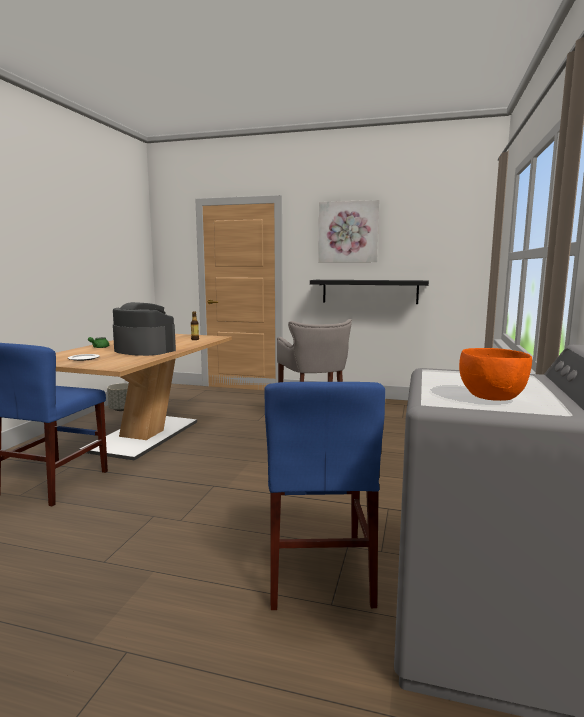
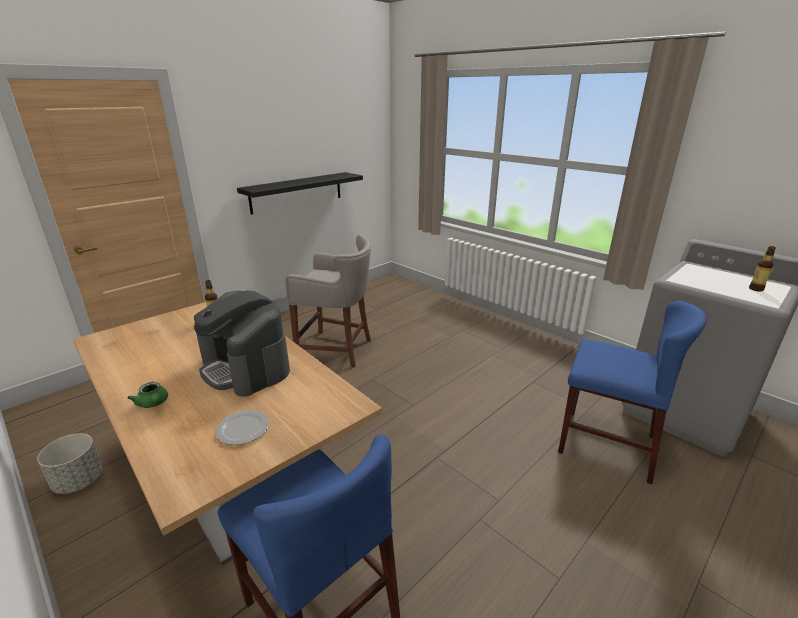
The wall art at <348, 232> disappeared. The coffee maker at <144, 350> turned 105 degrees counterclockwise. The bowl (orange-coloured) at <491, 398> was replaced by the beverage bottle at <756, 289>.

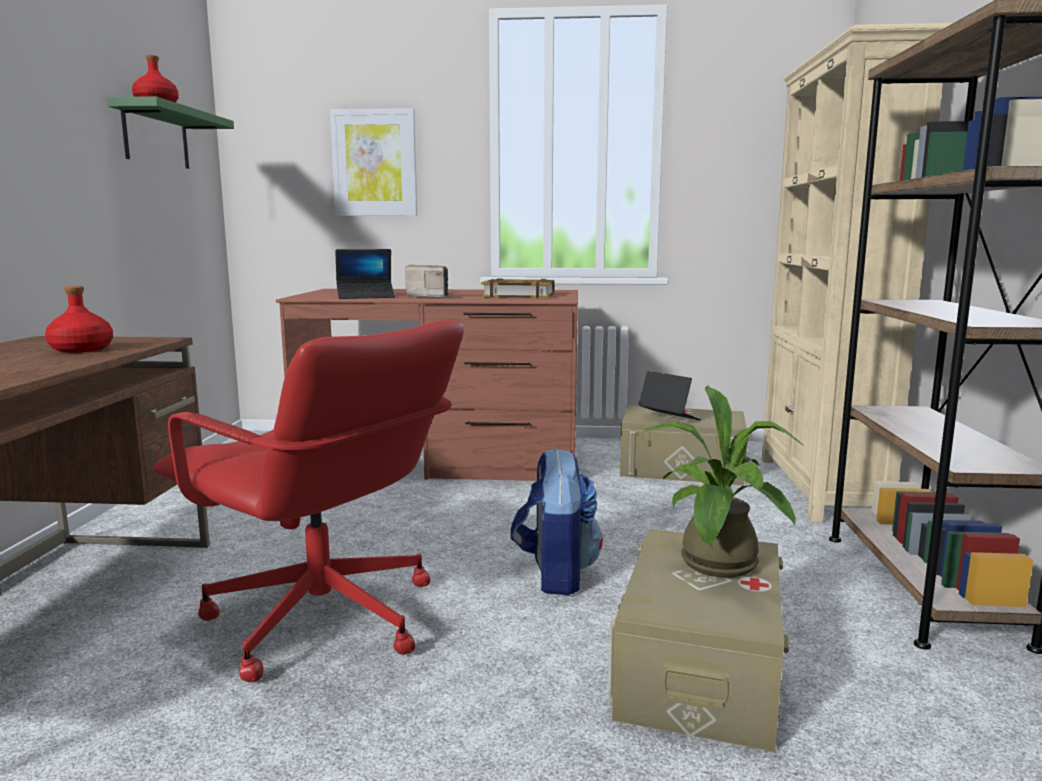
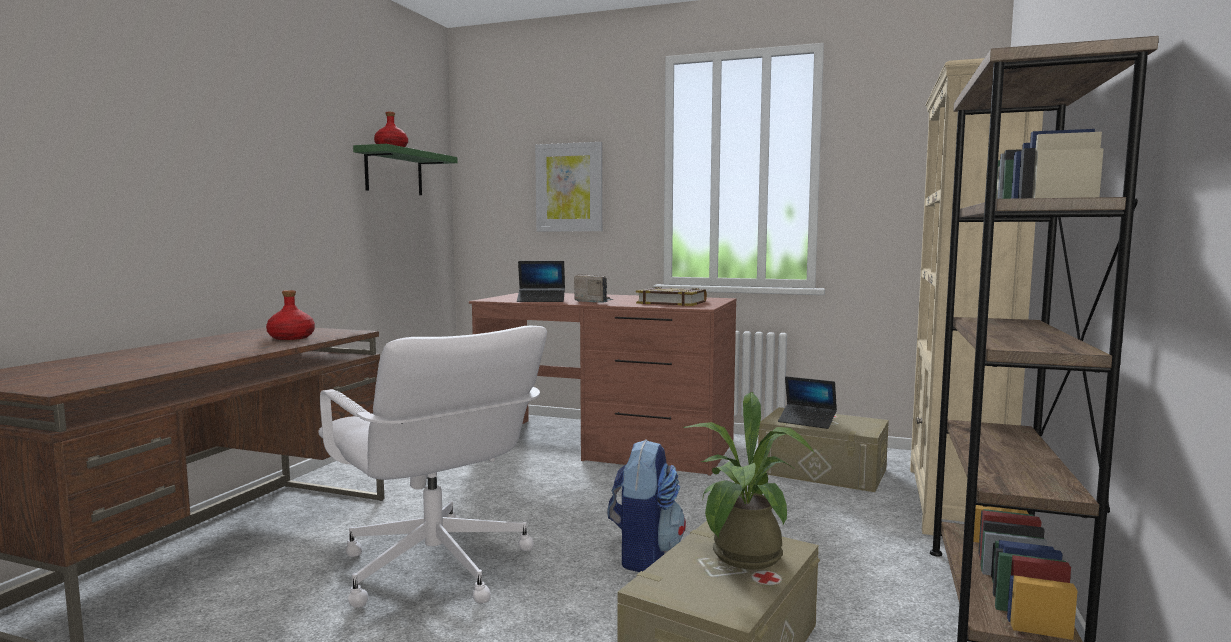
The desk chair (red) at <323, 621> became the desk chair (white) at <435, 568>. The notebook computer at <669, 418> turned 150 degrees clockwise.

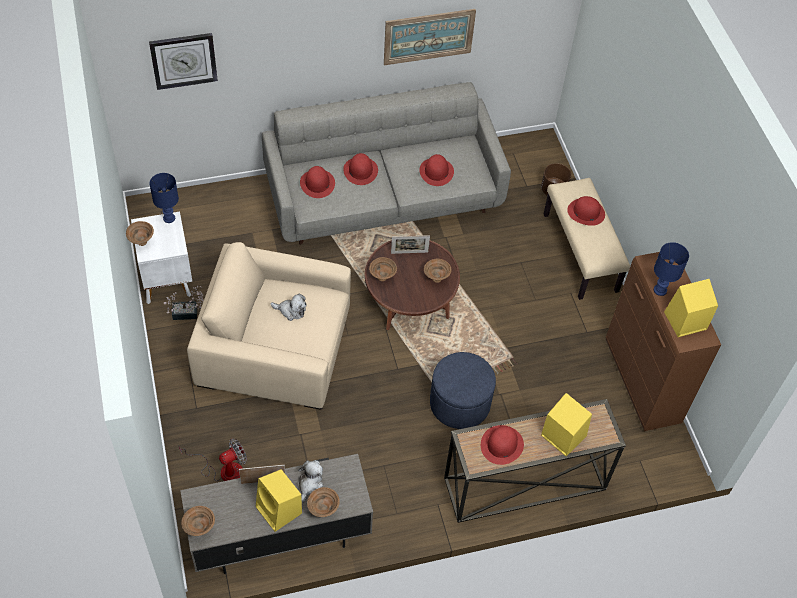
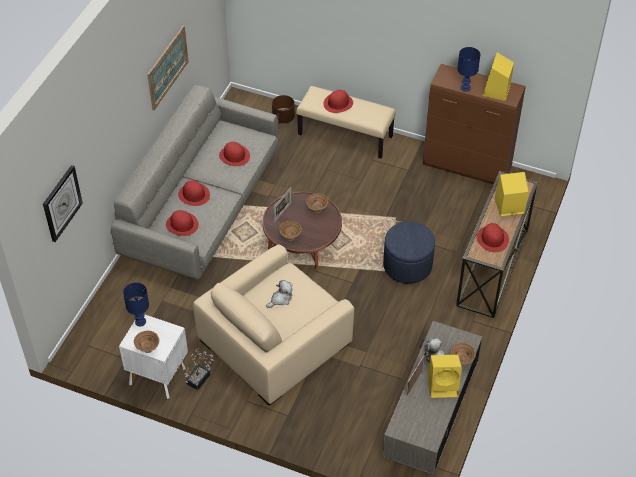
The fan at <223, 470> disappeared. The bowl (brown-coloured) at <199, 529> disappeared.

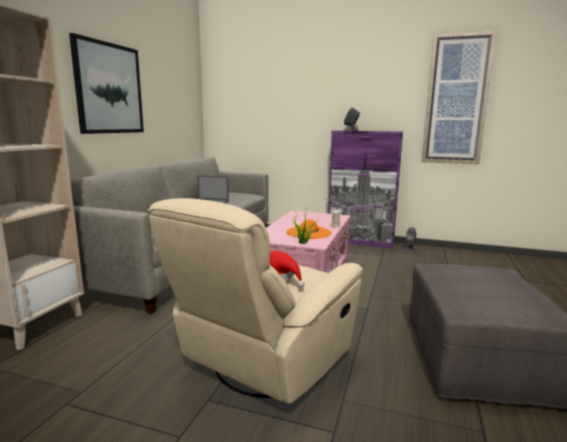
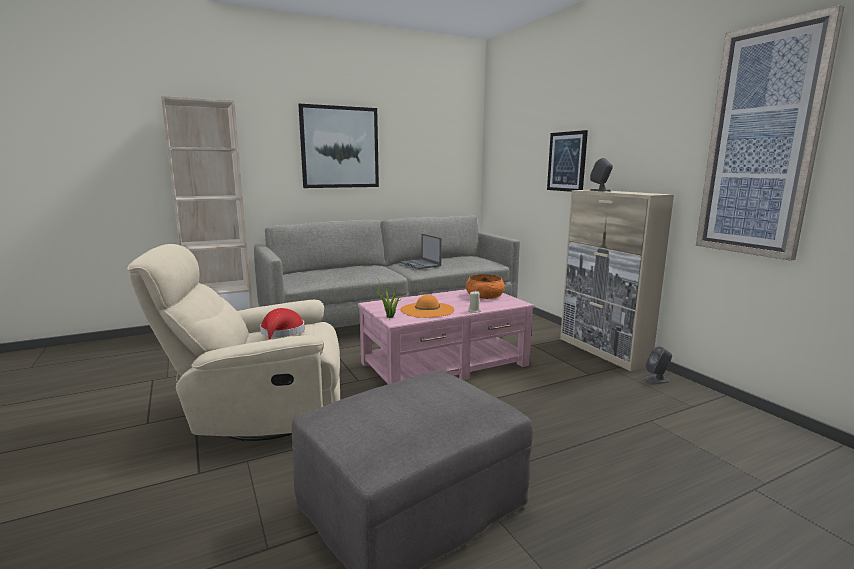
The cupboard (purple-coloured) at <360, 242> became the cupboard (beige) at <603, 351>. The wall art at <567, 161> appeared. The bowl (orange-coloured) at <484, 296> appeared.

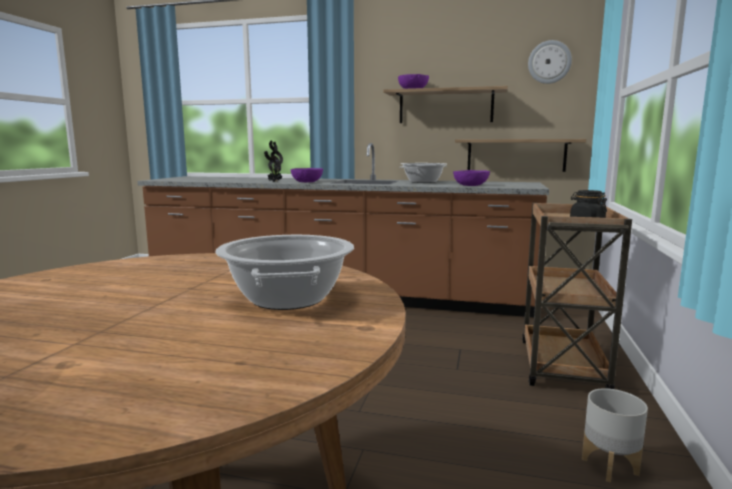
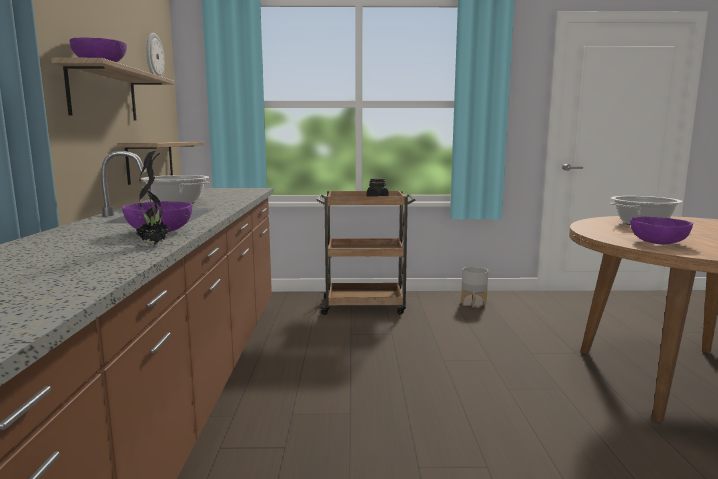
The bowl (purple-coloured) moved from <471, 185> to <658, 242>.

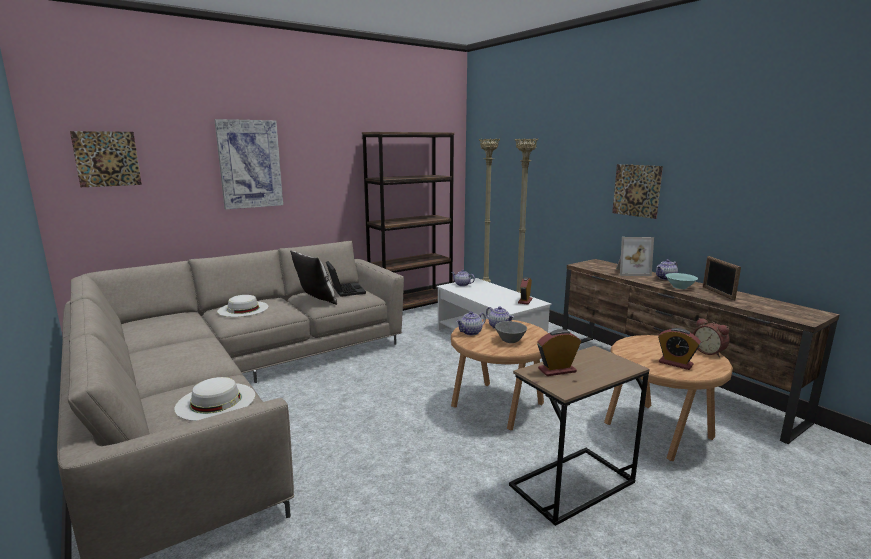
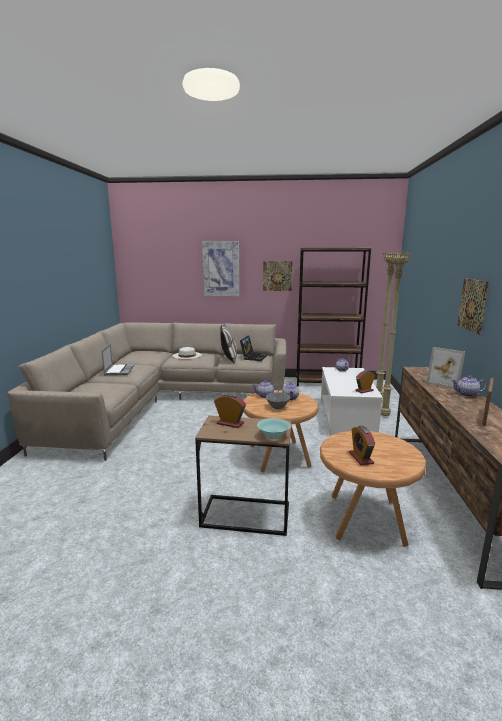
The wall art moved from <107, 159> to <277, 276>. The bowl (blue-green) moved from <680, 287> to <273, 436>. The bedside clock at <709, 352> disappeared. The clothing hat (white) at <216, 401> disappeared. The notebook computer at <119, 370> appeared.

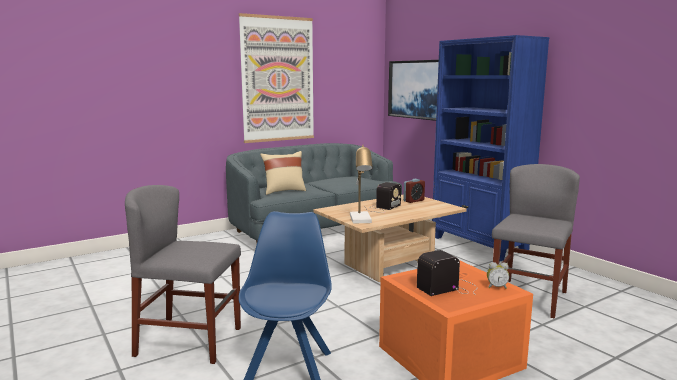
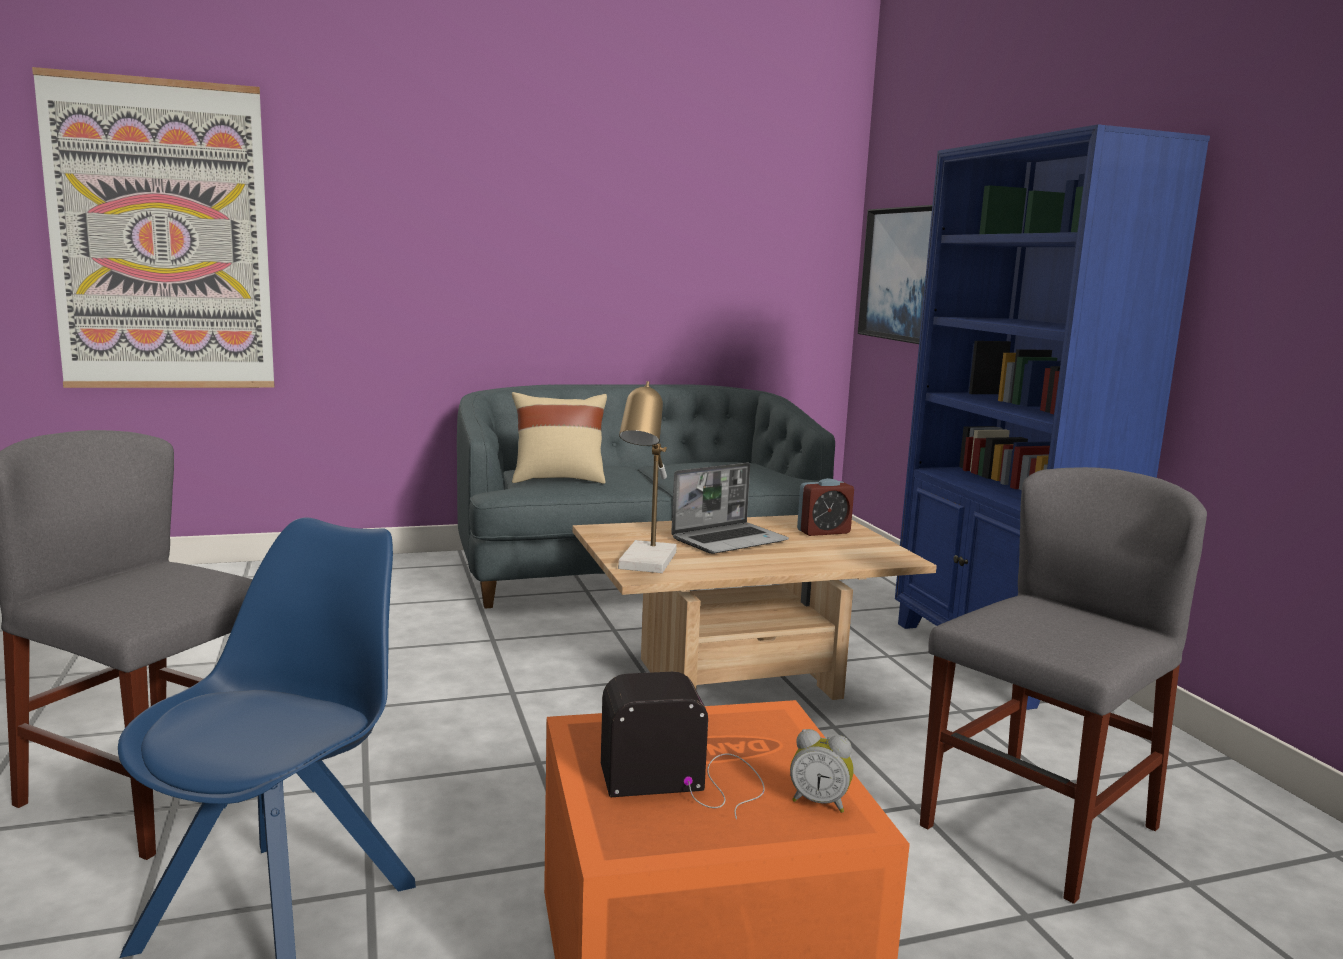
The wall art moved from <278, 79> to <162, 237>. The radio receiver at <382, 208> was replaced by the notebook computer at <730, 540>.

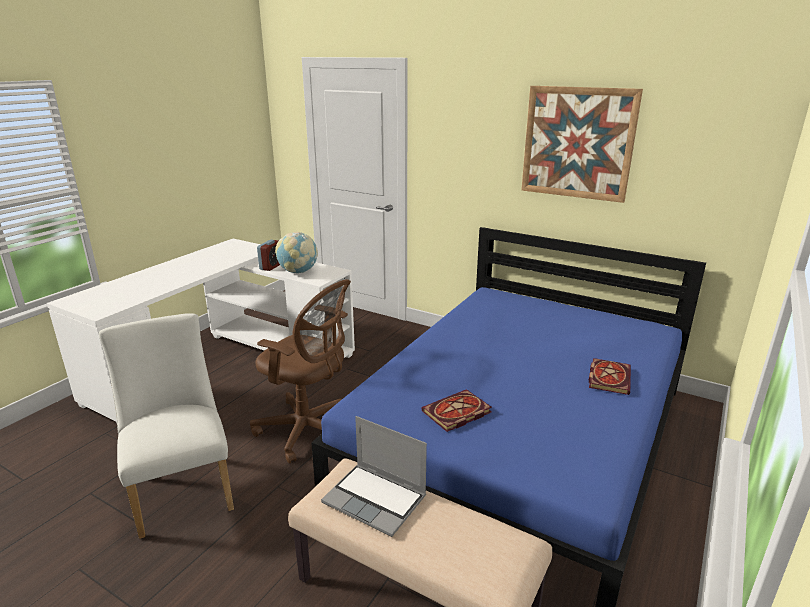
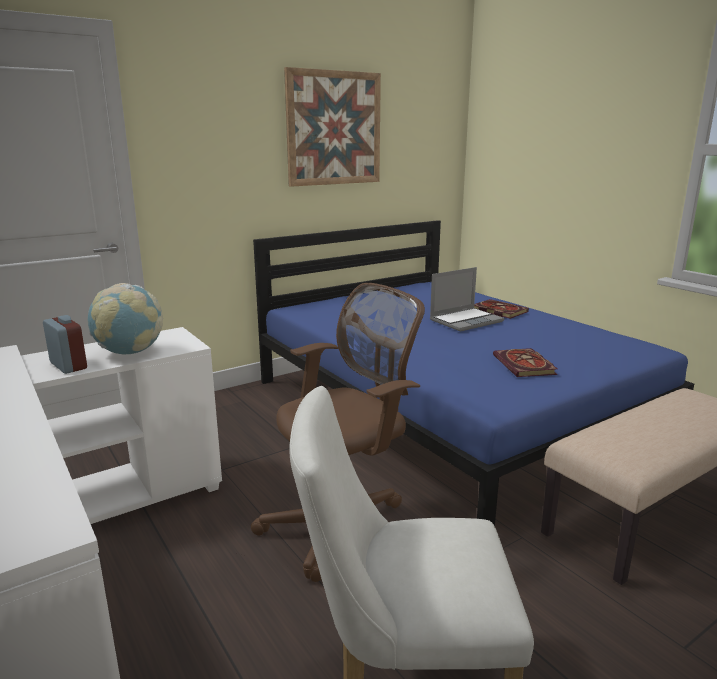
The notebook computer moved from <376, 499> to <466, 320>.

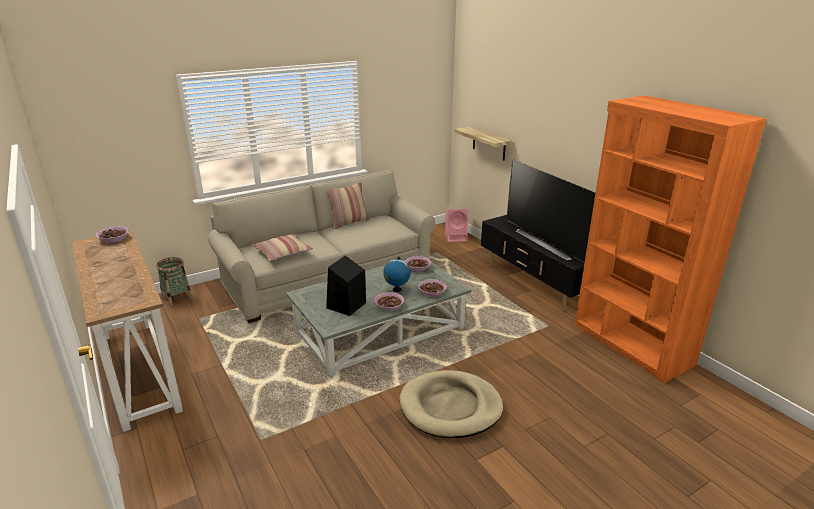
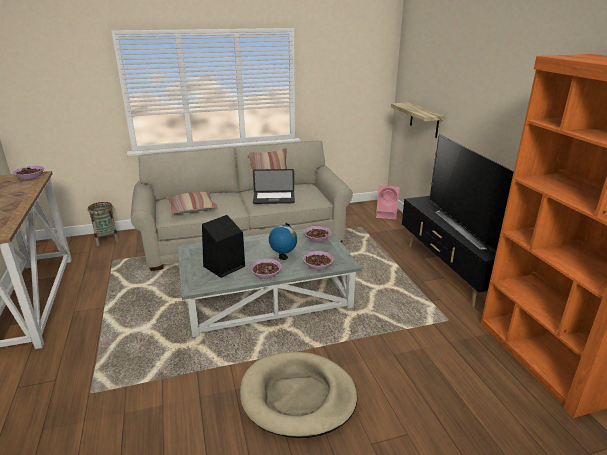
The notebook computer at <274, 199> appeared.

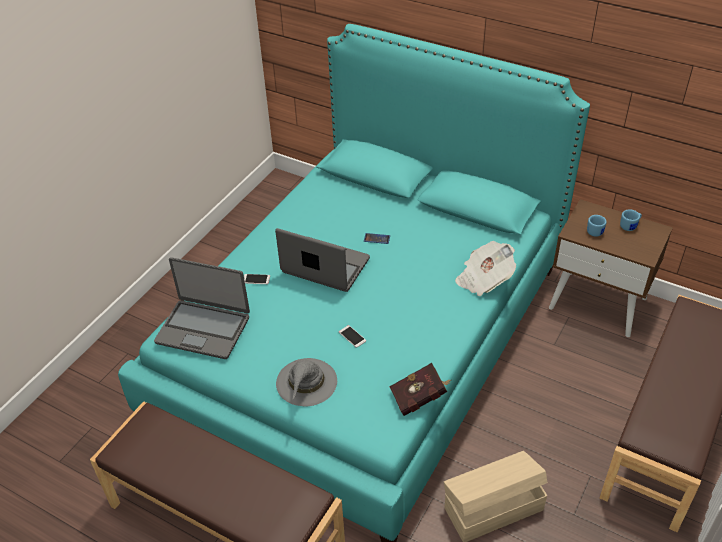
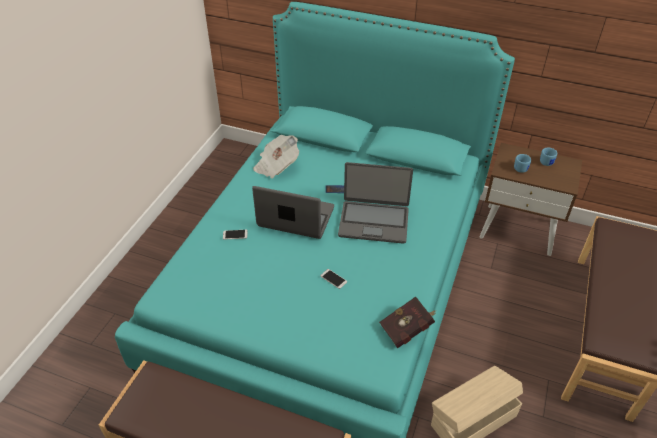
The printed paper moved from <484, 279> to <276, 166>. The notebook computer moved from <203, 329> to <374, 222>. The clothing hat (grey) at <306, 382> disappeared.

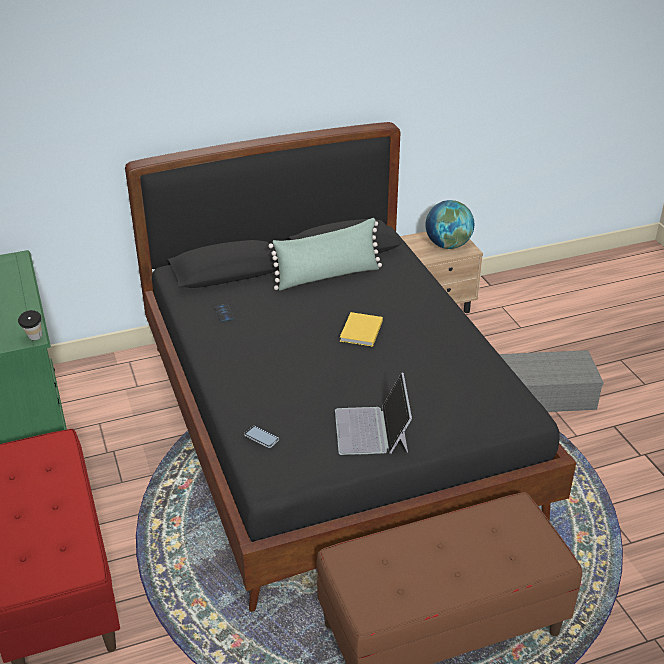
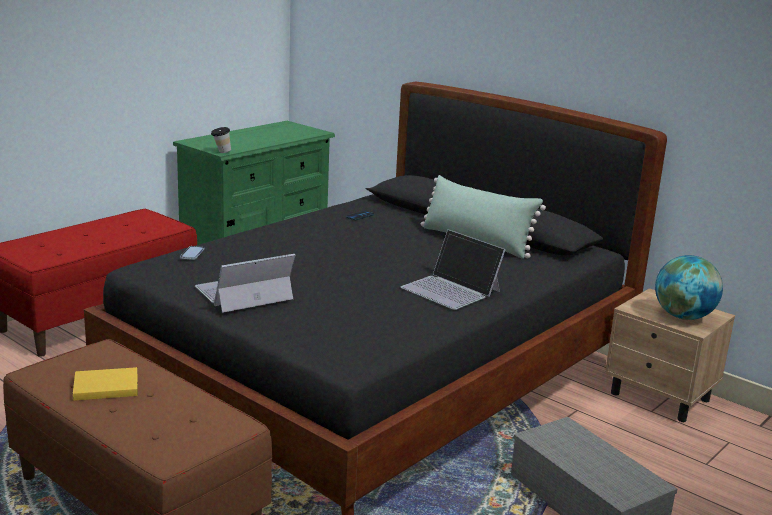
The book (yellowish) moved from <360, 332> to <104, 386>. The notebook computer at <451, 289> appeared.

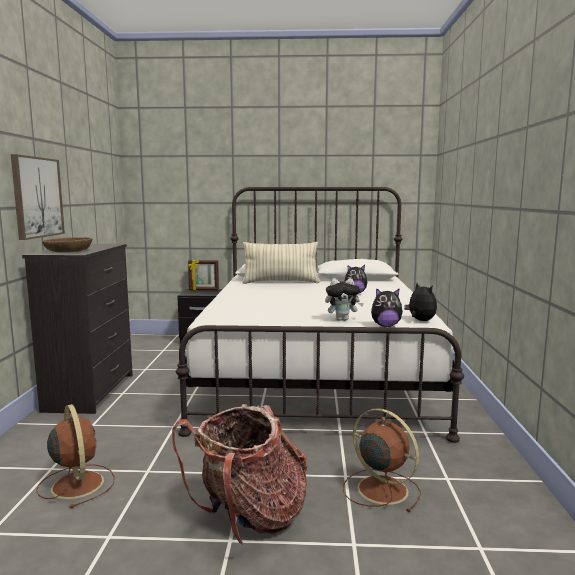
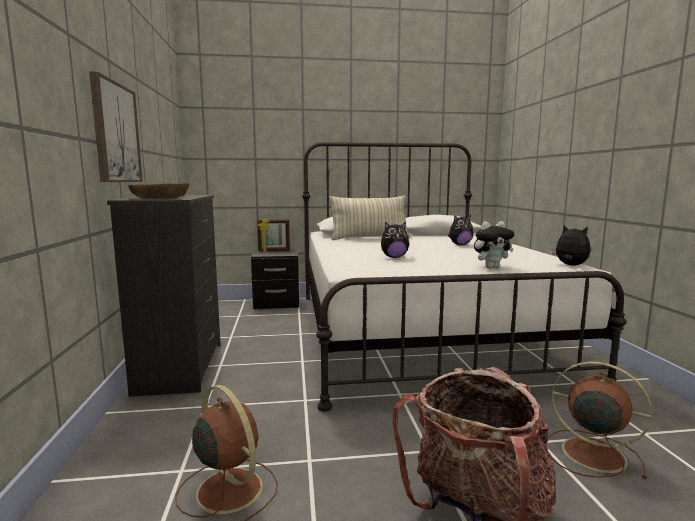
The soft toy moved from <386, 326> to <394, 257>.

